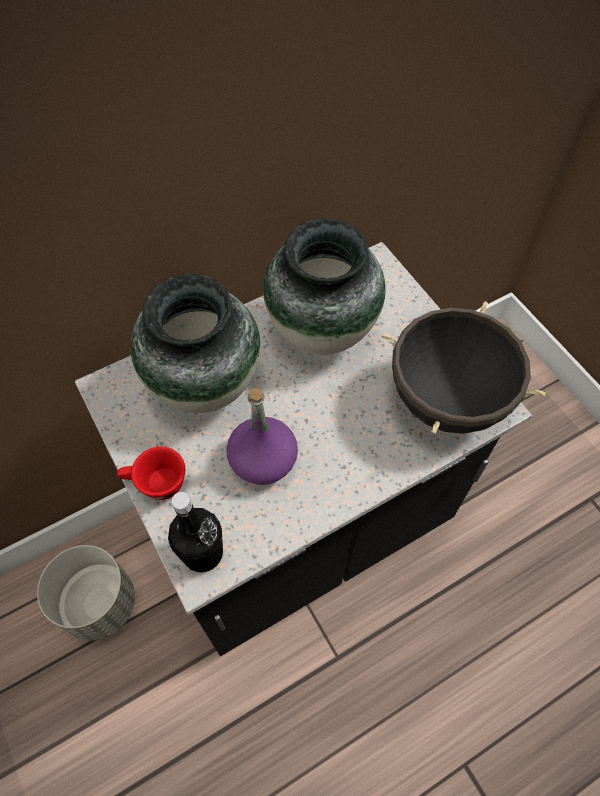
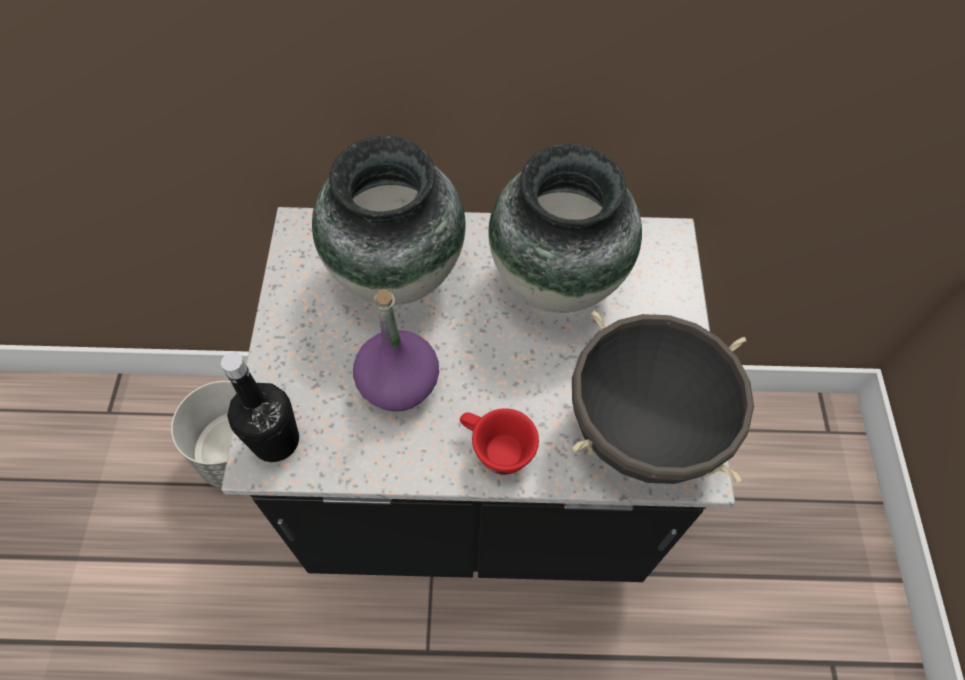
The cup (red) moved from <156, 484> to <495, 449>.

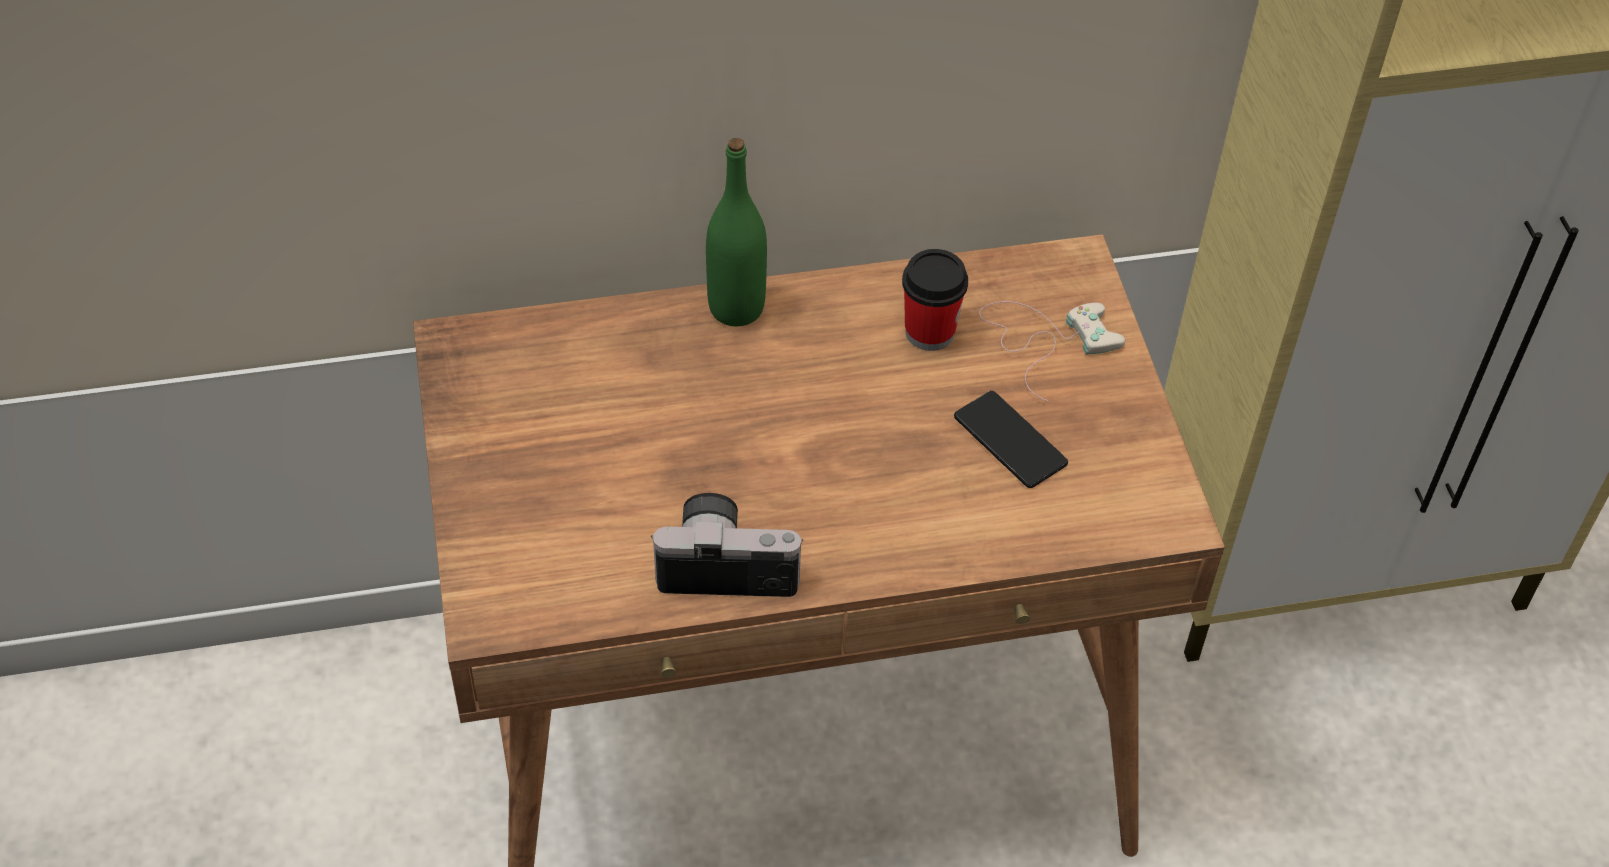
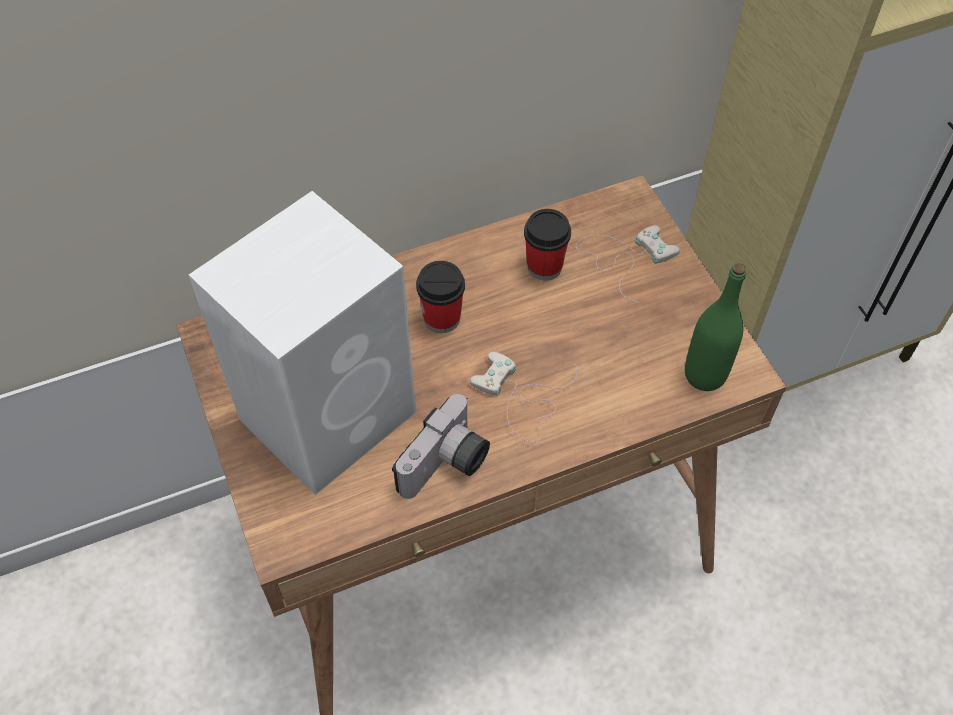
The beverage bottle (greenish) moved from <736, 308> to <705, 375>. The phone at <1010, 440> disappeared. The photo camera at <728, 562> turned 135 degrees clockwise. The speaker (white) at <331, 413> appeared. The cup at <442, 318> appeared. The gamepad (white) at <522, 398> appeared.

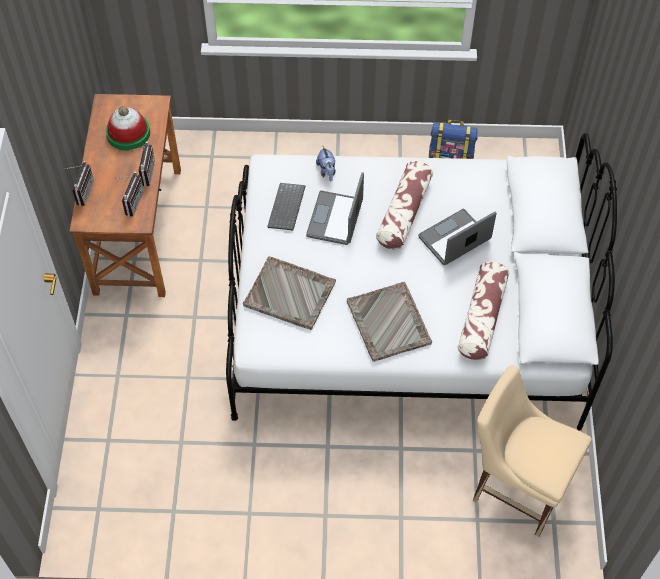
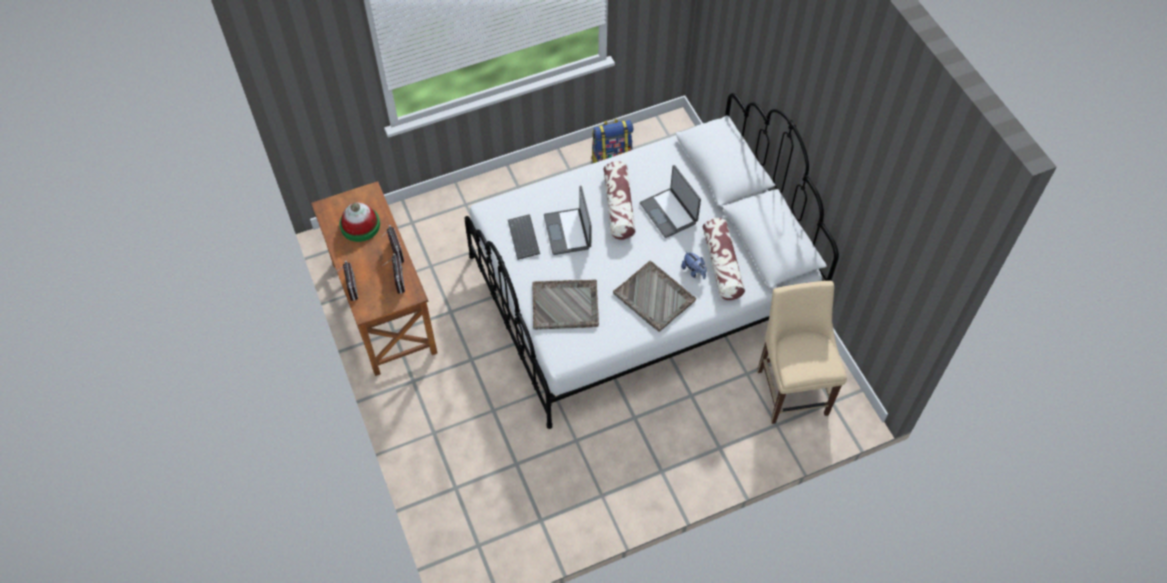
The soft toy moved from <327, 171> to <694, 271>. The notebook computer at <455, 239> turned 60 degrees counterclockwise. The chair (beige) at <516, 487> turned 75 degrees clockwise.

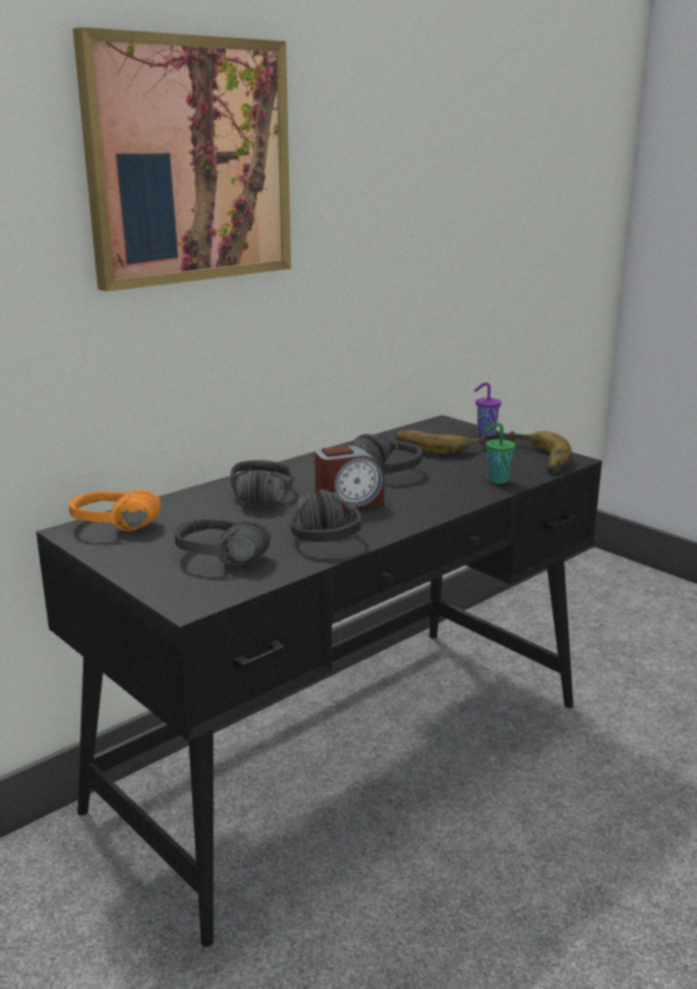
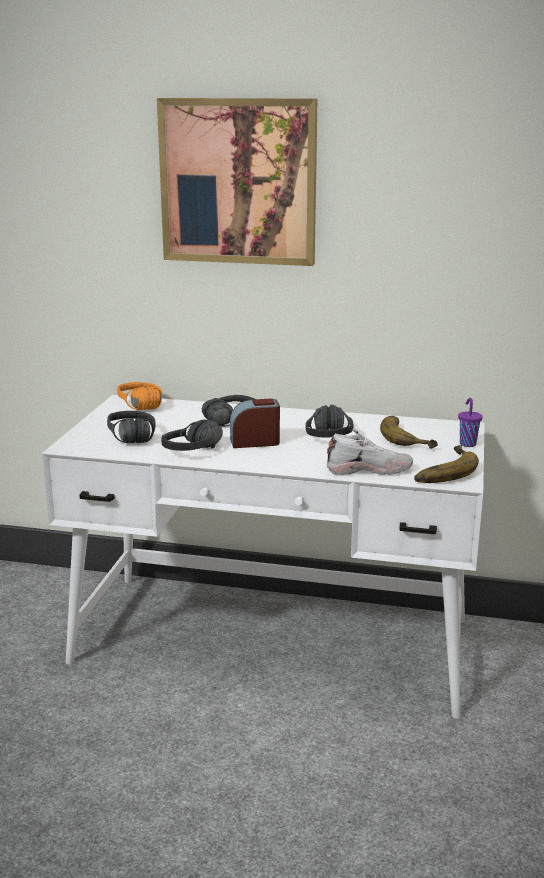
The desk table (black) at <348, 754> became the desk table (white) at <273, 641>. The cup (greenish) at <497, 480> was replaced by the low shoe (white) at <369, 469>. The bedside clock at <348, 503> turned 135 degrees clockwise.

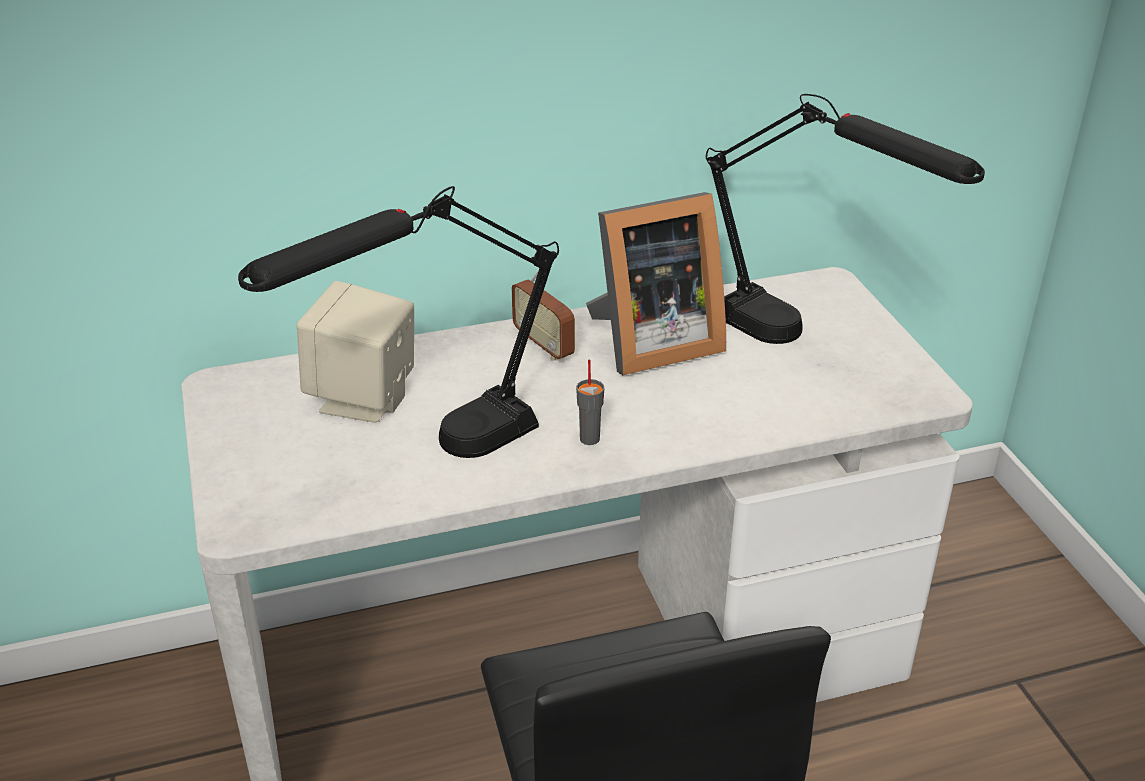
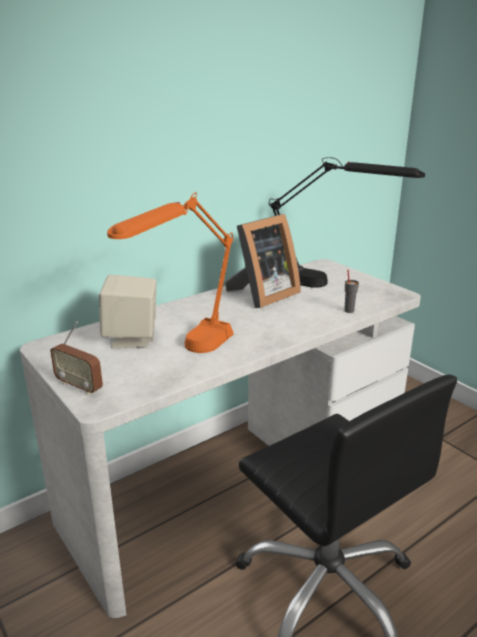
The tabletop lamp (black) at <432, 458> became the tabletop lamp (orange-coloured) at <187, 356>. The radio receiver moved from <544, 345> to <79, 386>. The cup (grey) moved from <590, 438> to <349, 310>.

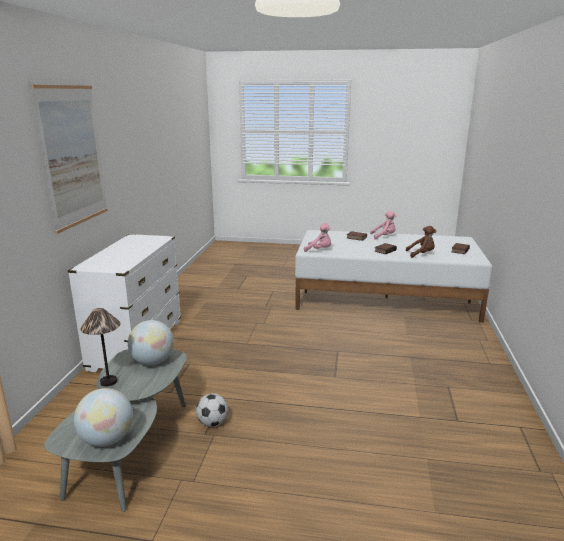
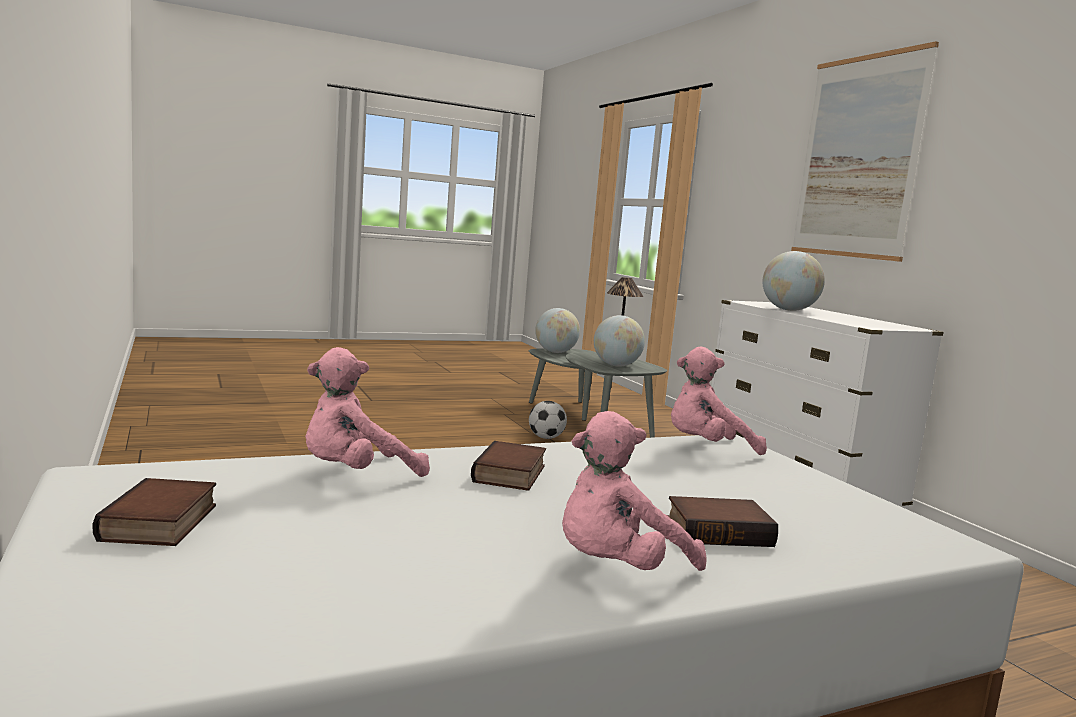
The soft toy (brown-coloured) at <421, 254> became the soft toy (pink) at <356, 475>. The world globe at <789, 310> appeared.

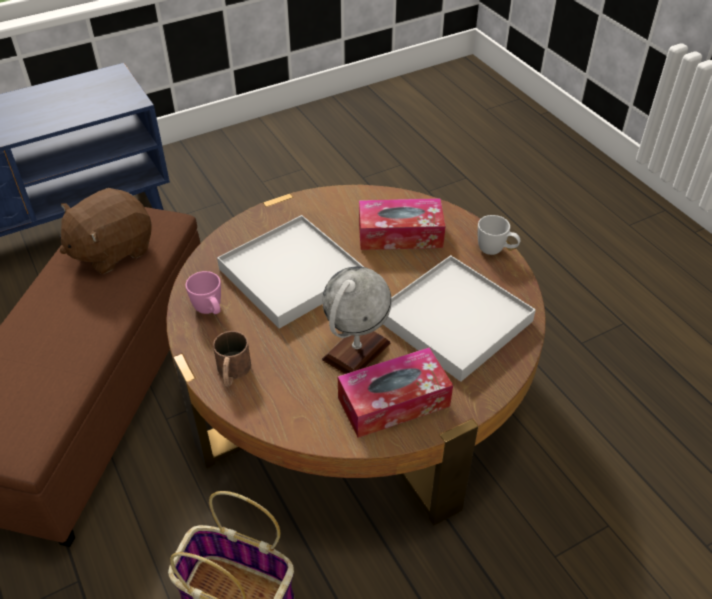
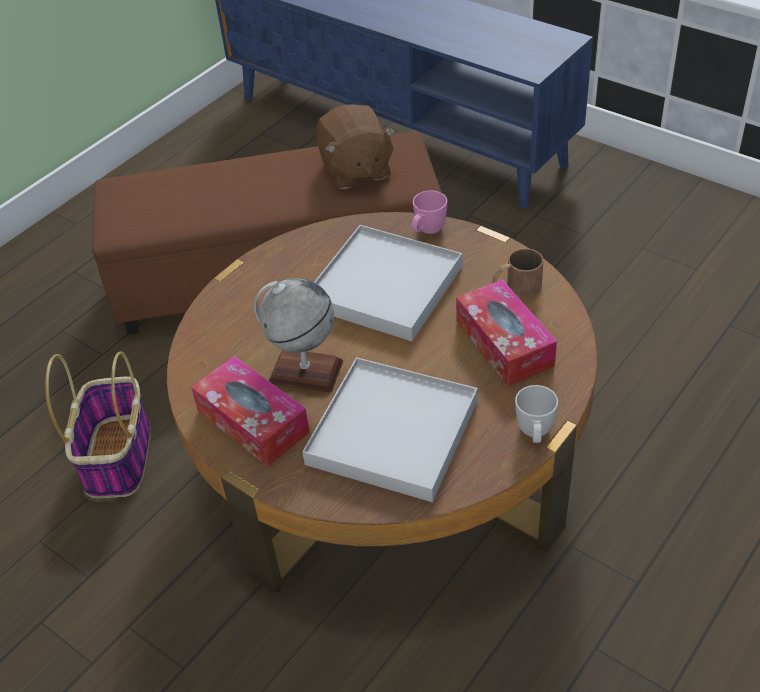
The soft toy (brown-coloured) at <111, 250> turned 135 degrees counterclockwise. The coffee mug (pink) moved from <210, 311> to <427, 232>. The coffee mug (brown-coloured) moved from <232, 372> to <516, 287>.

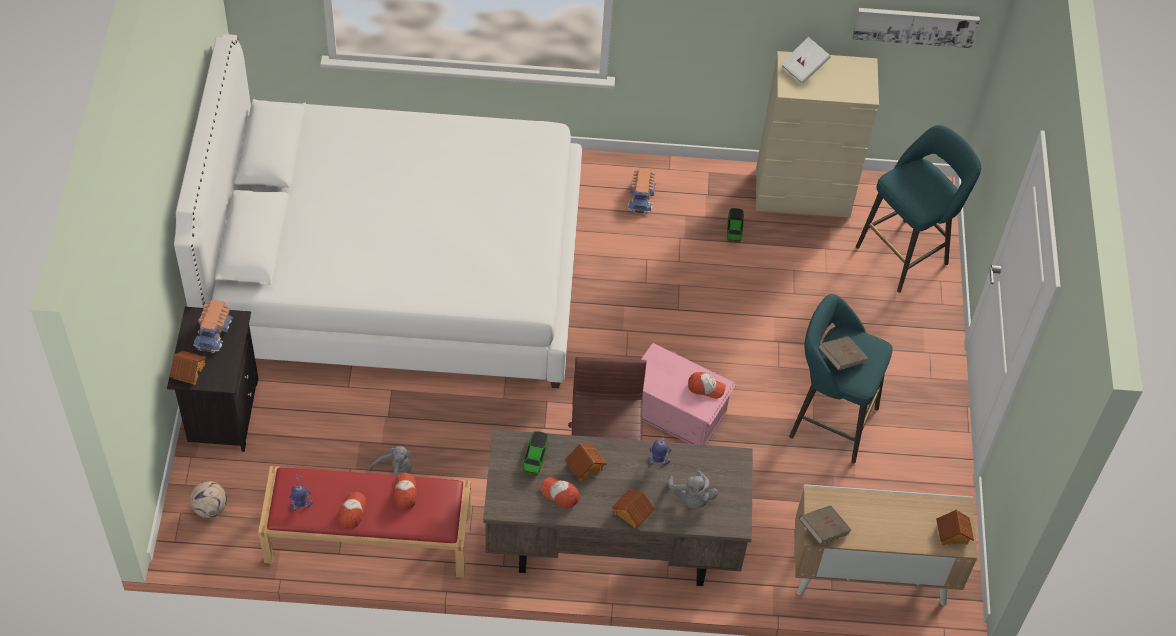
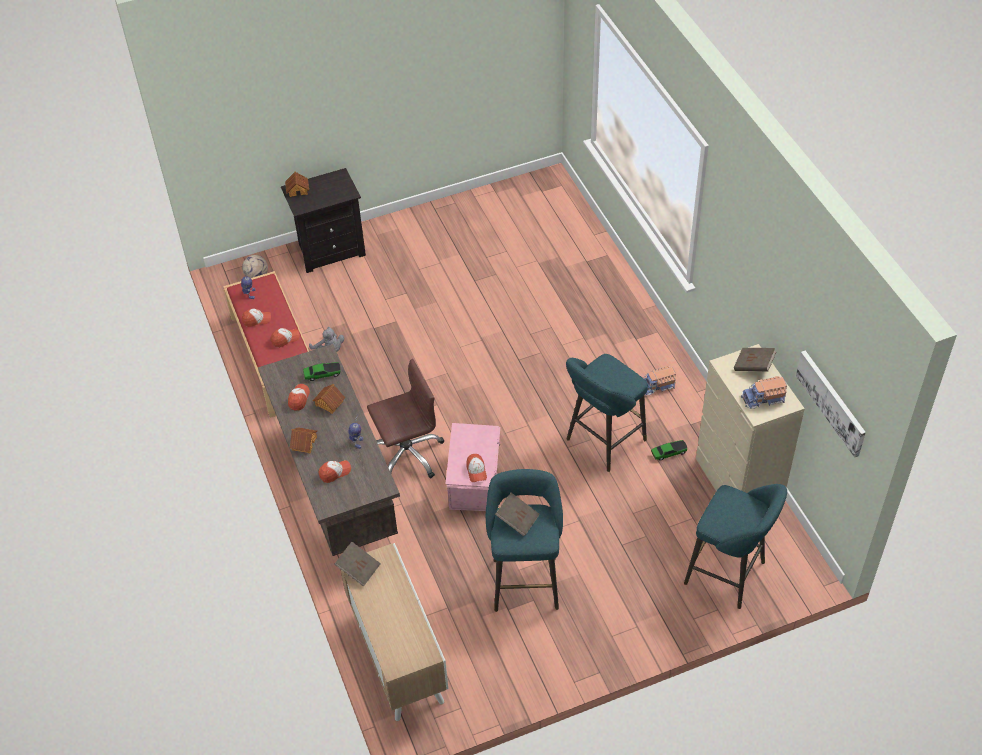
The bed (white) at <396, 273> disappeared. The book (white) at <804, 68> became the book (brown-coloured) at <753, 366>. The model truck moved from <214, 333> to <763, 399>. The soft toy (grey) at <691, 498> was replaced by the cap at <335, 472>. The miniature house at <952, 534> disappeared. The stool seat (blue-green) at <603, 442> appeared.

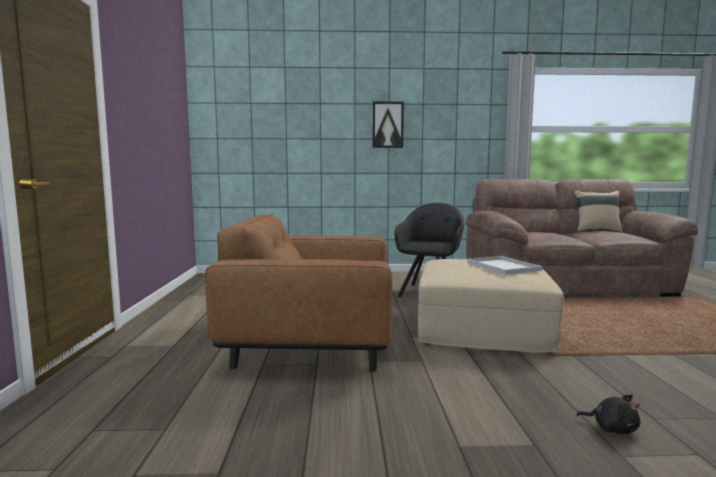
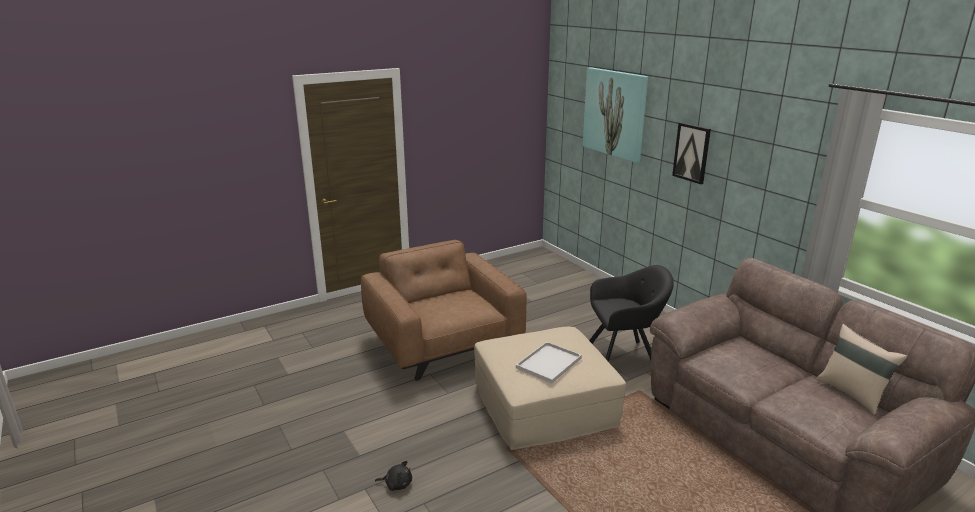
The soft toy (black) at <612, 428> turned 90 degrees counterclockwise. The wall art at <615, 113> appeared.

